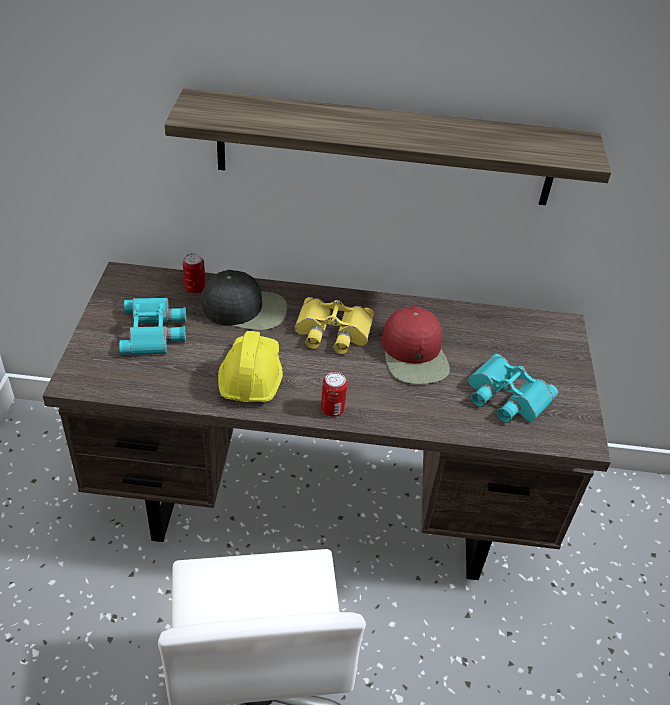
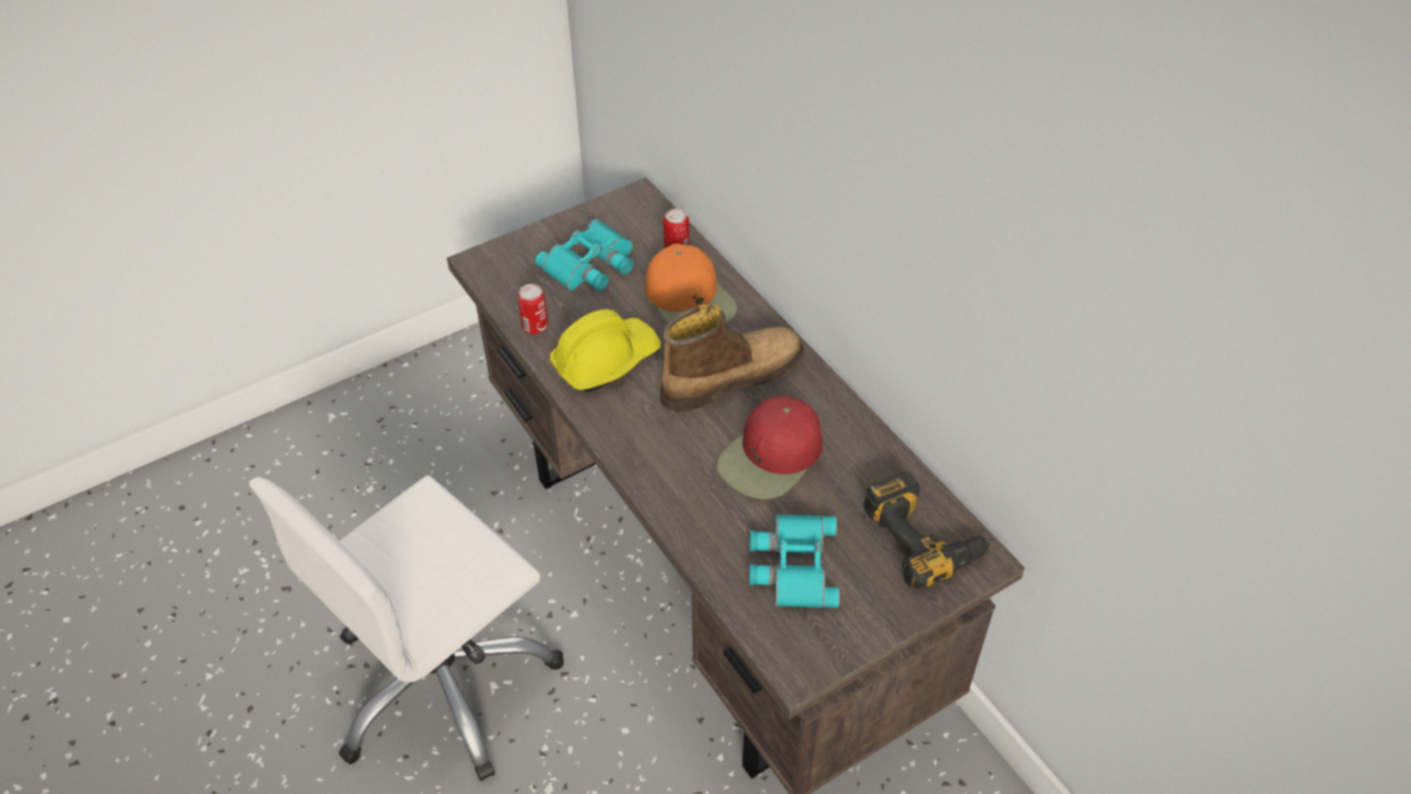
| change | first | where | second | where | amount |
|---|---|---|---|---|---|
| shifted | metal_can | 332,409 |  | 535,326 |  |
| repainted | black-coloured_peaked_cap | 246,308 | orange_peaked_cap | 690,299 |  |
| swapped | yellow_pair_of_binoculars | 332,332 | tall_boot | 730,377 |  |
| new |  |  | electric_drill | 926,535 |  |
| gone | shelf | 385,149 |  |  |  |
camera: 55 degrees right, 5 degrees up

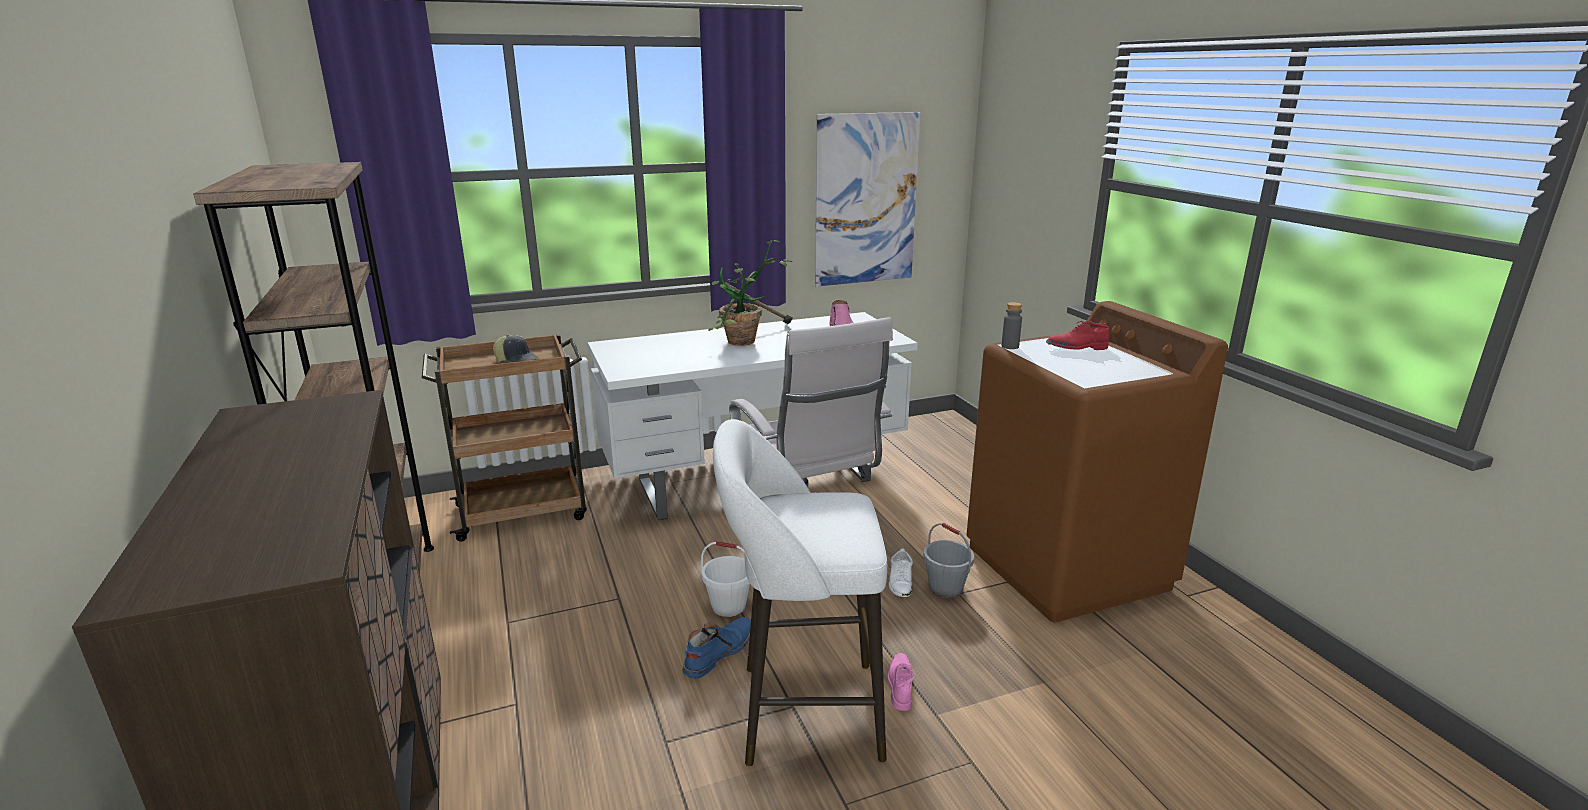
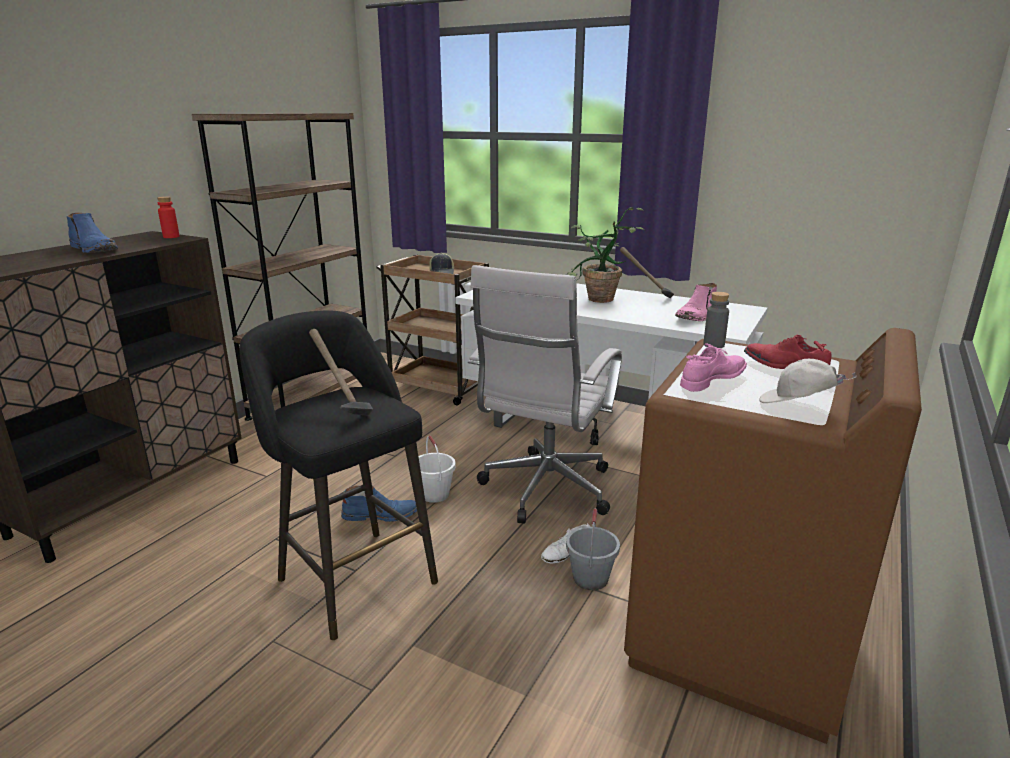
| change | first | where | second | where | amount |
|---|---|---|---|---|---|
| new |  |  | bluish_tall_boot | 95,250 |  |
| new |  |  | red_bottle | 171,237 |  |
| repainted | white_stool | 800,711 | black-coloured_stool | 352,576 |  |
| new |  |  | hammer | 339,405 |  |
| shifted | pinkish_shoe | 900,686 |  | 712,380 |  |
| new |  |  | white_peaked_cap | 797,405 |  |
| gone | picture | 866,200 |  |  |  |
camera: 50 degrees right, 0 degrees up

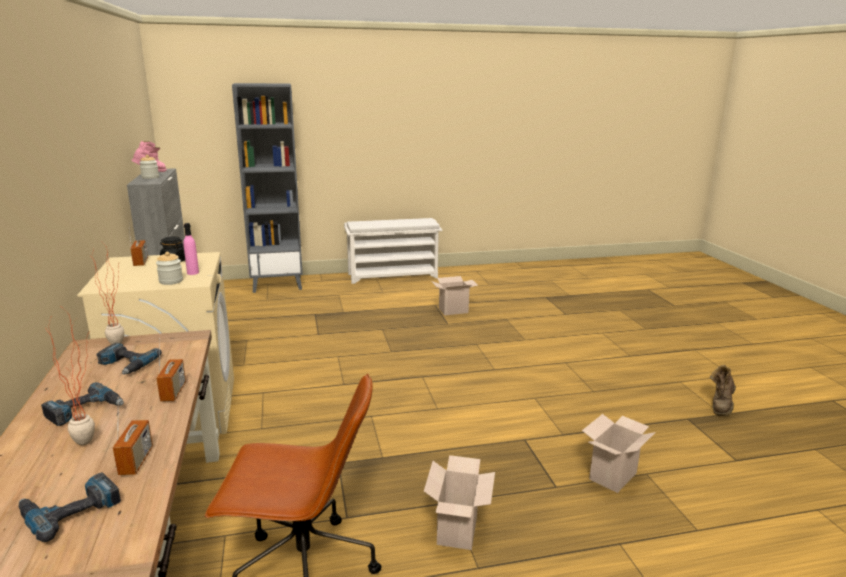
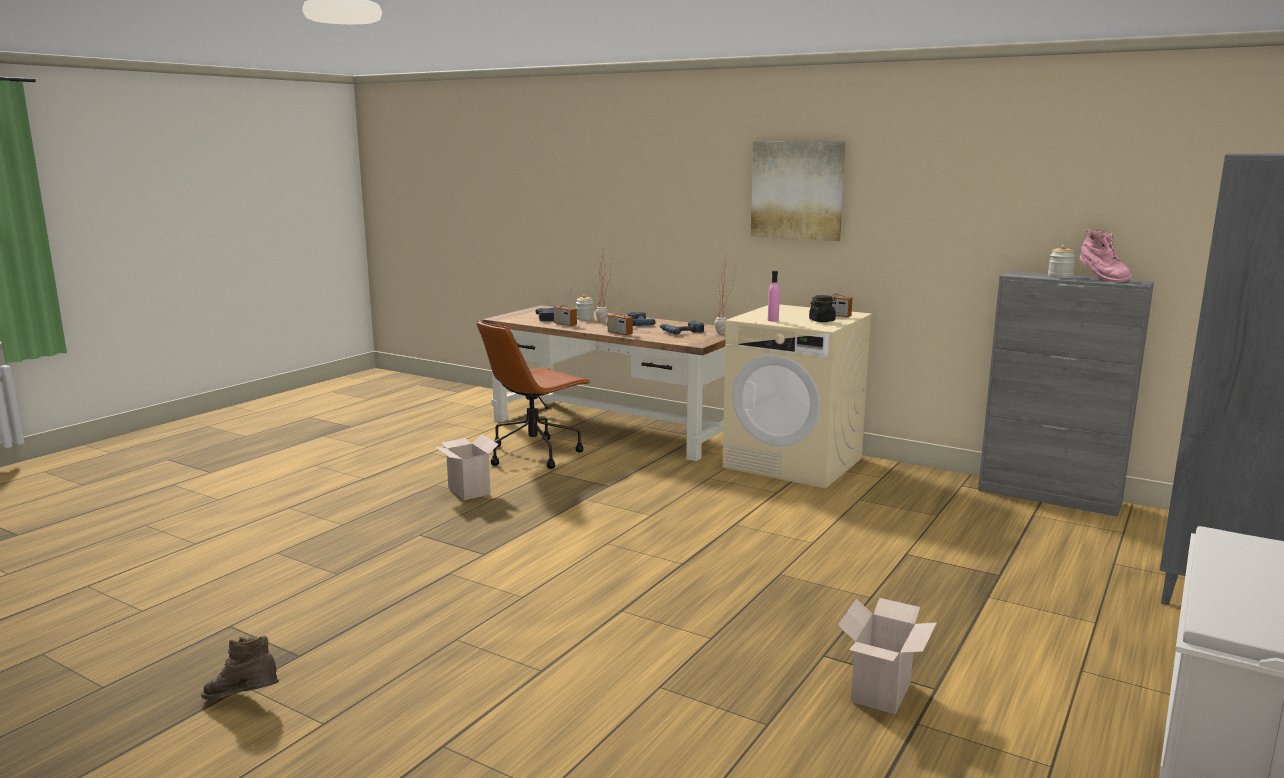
| change | first | where | second | where | amount |
|---|---|---|---|---|---|
| rotated | brown-coloured_tall_boot | 721,406 |  | 244,701 | 60 degrees counterclockwise |
| shifted | storage_jar | 171,281 |  | 584,318 |  |
| new |  |  | picture | 797,190 |  |
| gone | carton | 612,475 |  |  |  |
camera: 135 degrees right, 5 degrees down

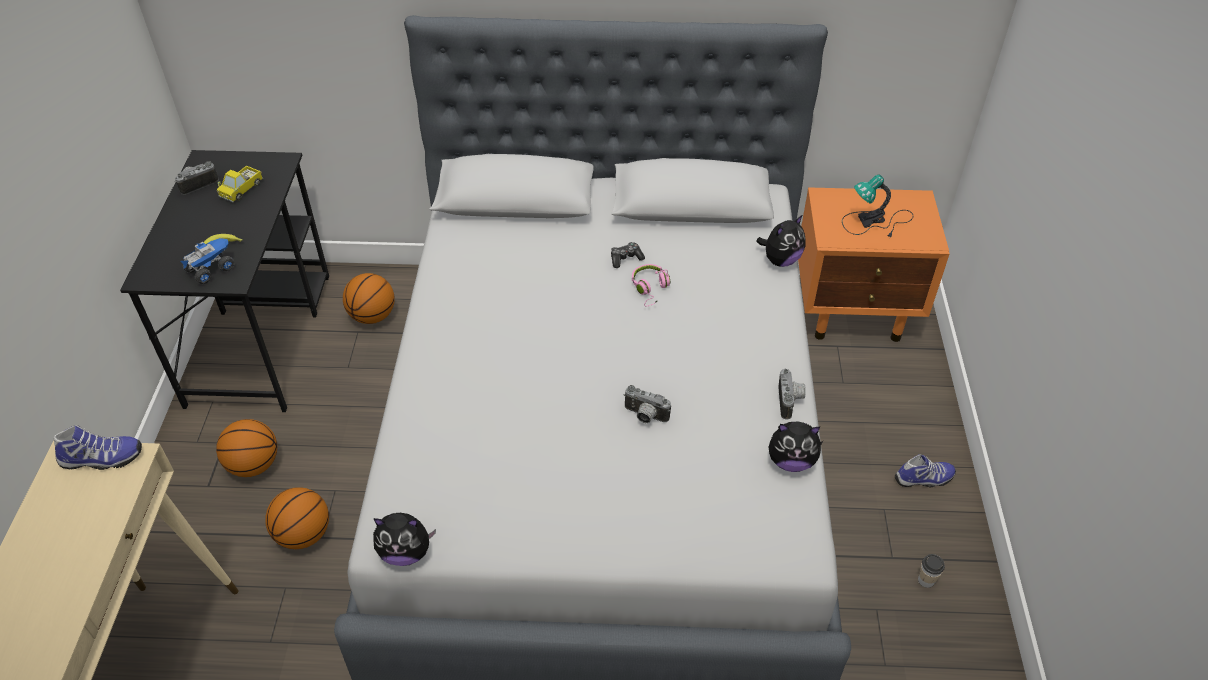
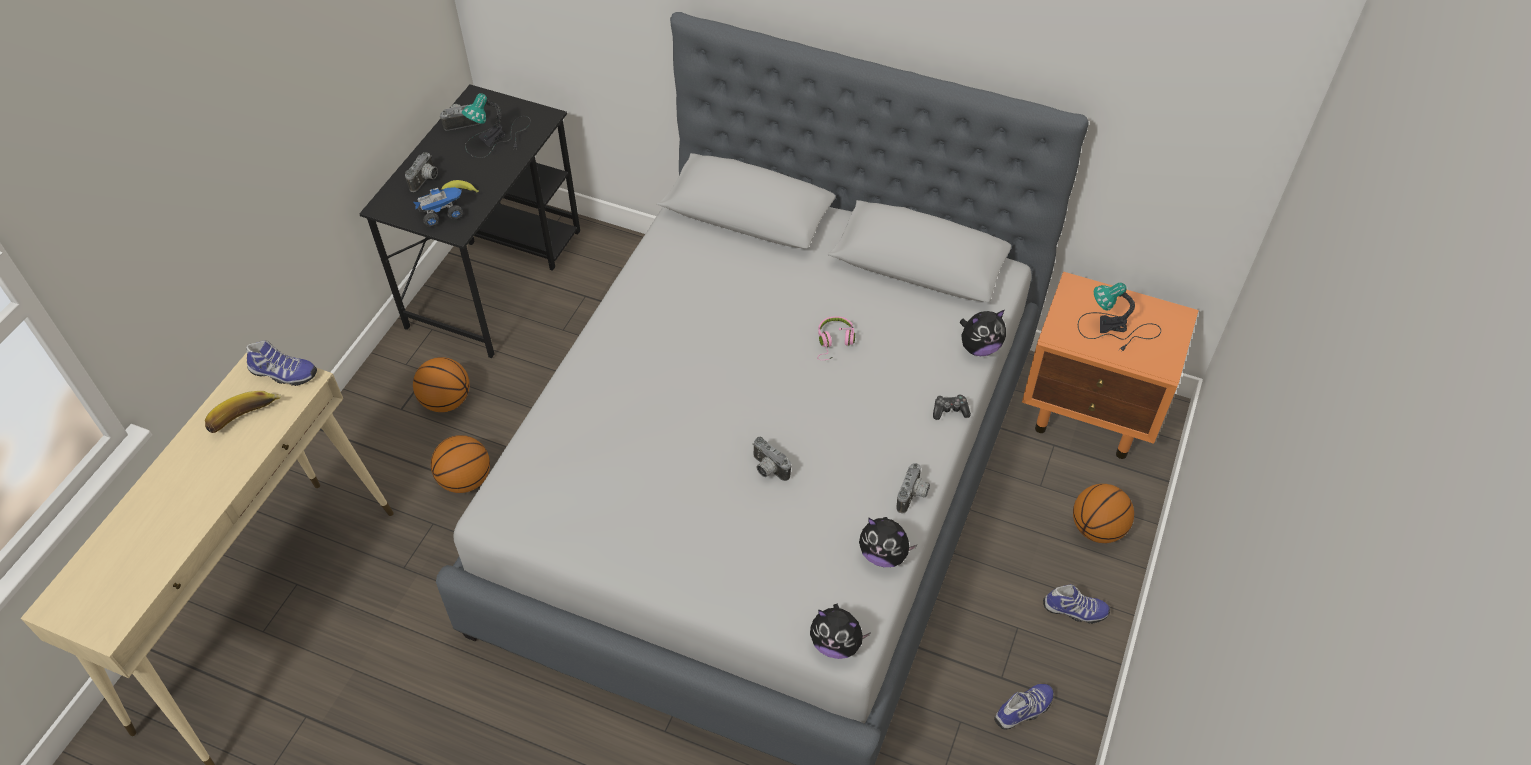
| change | first | where | second | where | amount |
|---|---|---|---|---|---|
| new |  |  | whole_banana | 246,419 |  |
| new |  |  | still_camera | 426,180 |  |
| swapped | model_truck | 242,190 | table_lamp | 498,138 |  |
| shifted | plush_toy | 406,552 |  | 836,643 |  |
| shifted | joypad | 625,258 |  | 950,410 |  |
| swapped | drinking_cup | 926,580 | shoe | 1024,710 |  |
| shifted | basketball | 372,316 |  | 1096,528 |  |
camera: 20 degrees right, 5 degrees up

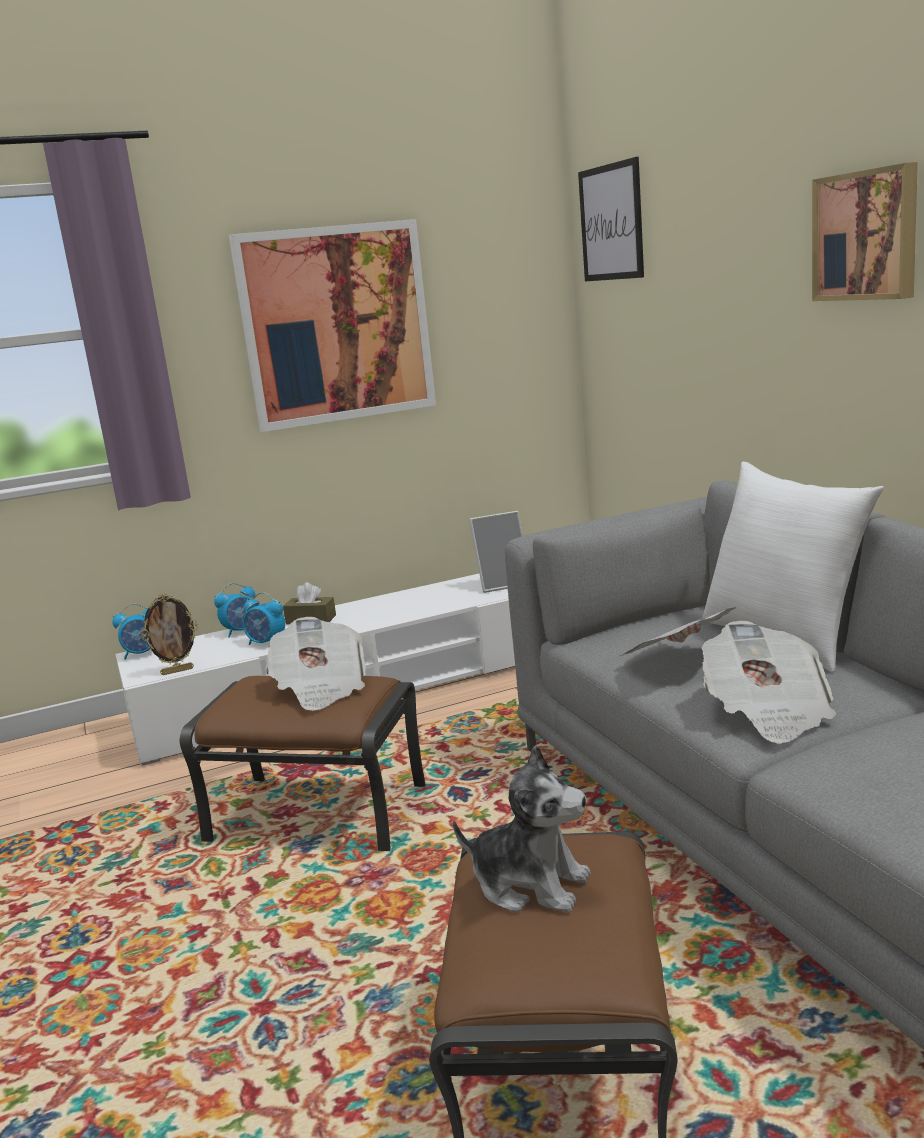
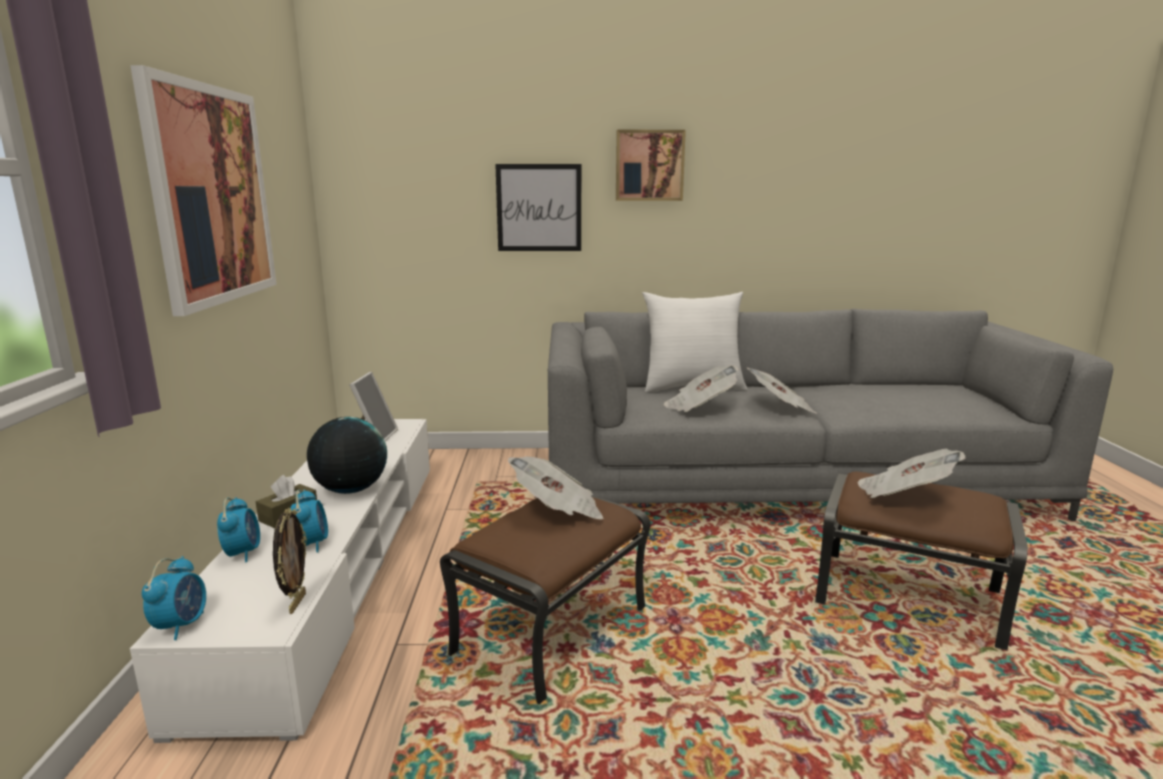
| change | first | where | second | where | amount |
|---|---|---|---|---|---|
| rotated | bedside_clock | 267,643 |  | 312,544 | 60 degrees counterclockwise |
| new |  |  | desk_globe | 350,490 |  |
| shifted | picture | 611,222 |  | 539,208 |  |
| swapped | plush_toy | 530,884 | newspaper | 904,495 |  |
camera: 70 degrees left, 0 degrees up

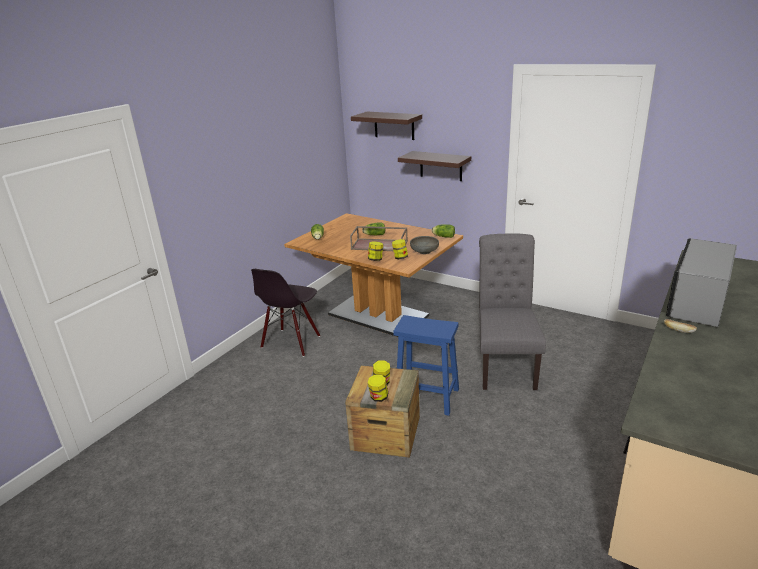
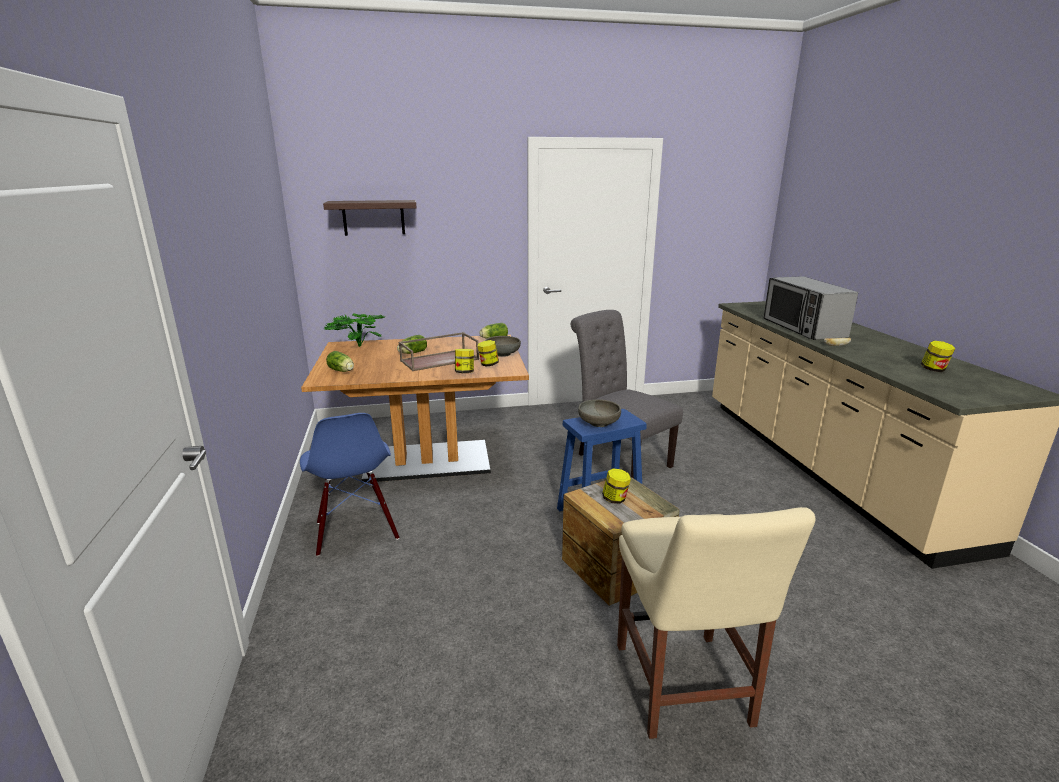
| change | first | where | second | where | amount |
|---|---|---|---|---|---|
| repainted | black-coloured_upright_chair | 291,342 | bluish_upright_chair | 355,531 |  |
| new |  |  | potted_plant | 357,347 |  |
| new |  |  | gray_bowl | 599,423 |  |
| new |  |  | beige_upright_chair | 683,689 |  |
| shifted | storage_jar | 378,397 |  | 934,369 |  |
| gone | shelf | 441,166 |  |  |  |
camera: 45 degrees left, 5 degrees down

